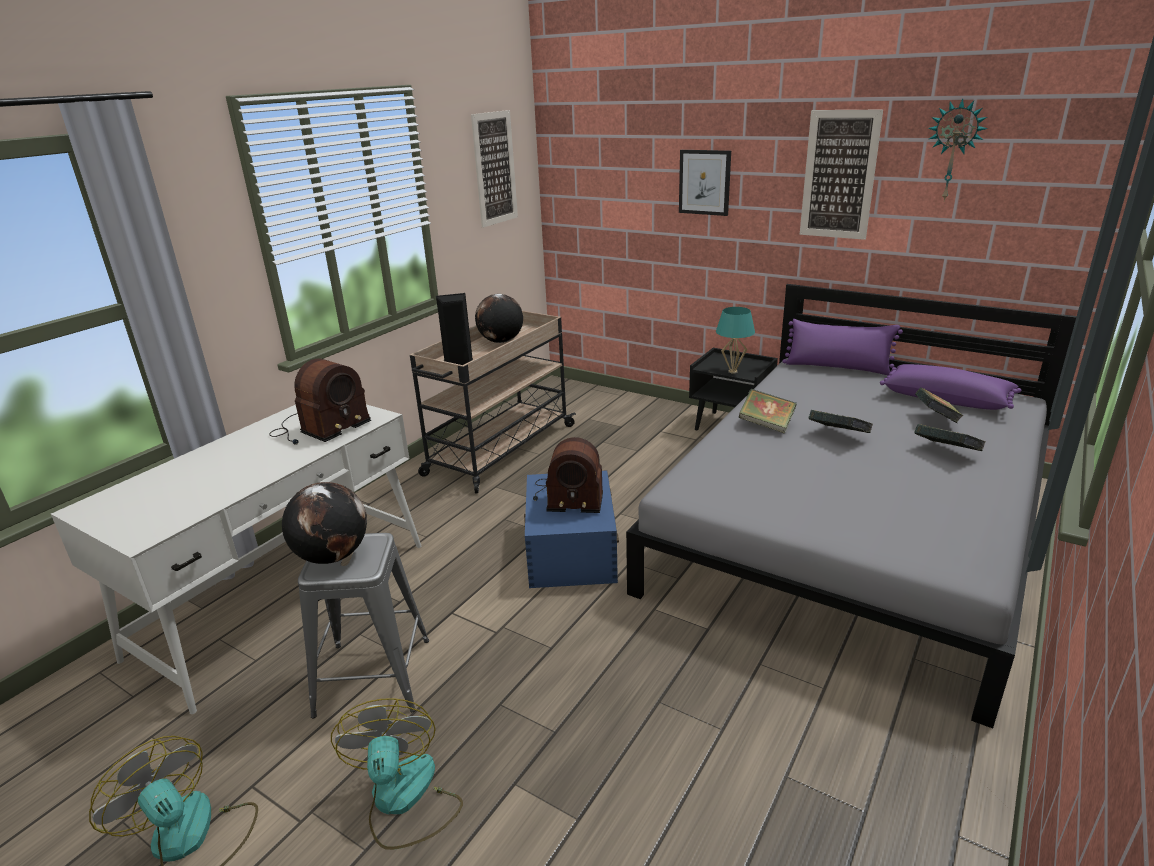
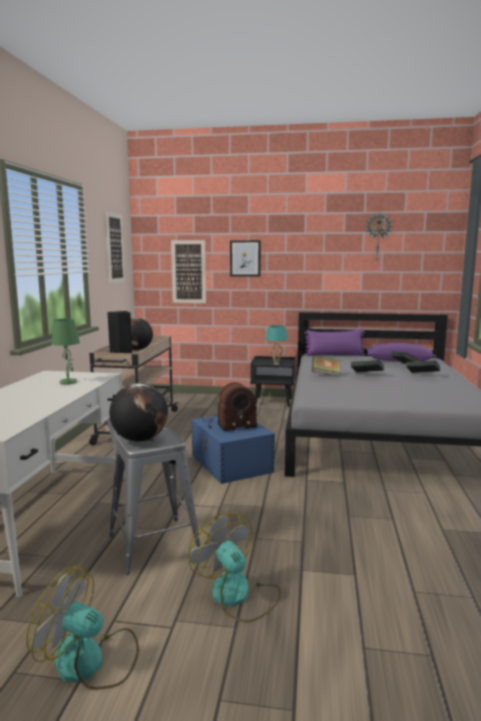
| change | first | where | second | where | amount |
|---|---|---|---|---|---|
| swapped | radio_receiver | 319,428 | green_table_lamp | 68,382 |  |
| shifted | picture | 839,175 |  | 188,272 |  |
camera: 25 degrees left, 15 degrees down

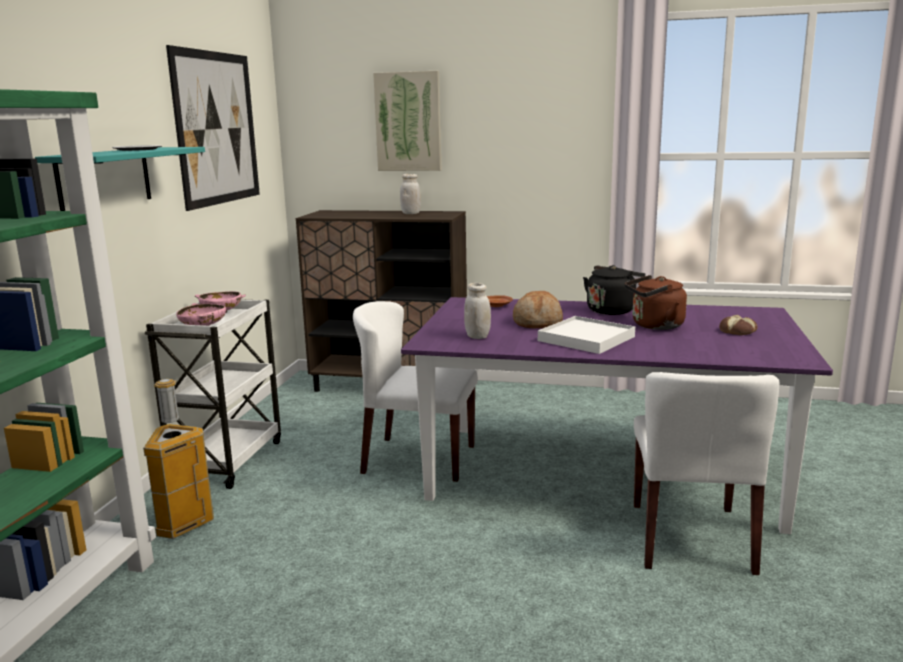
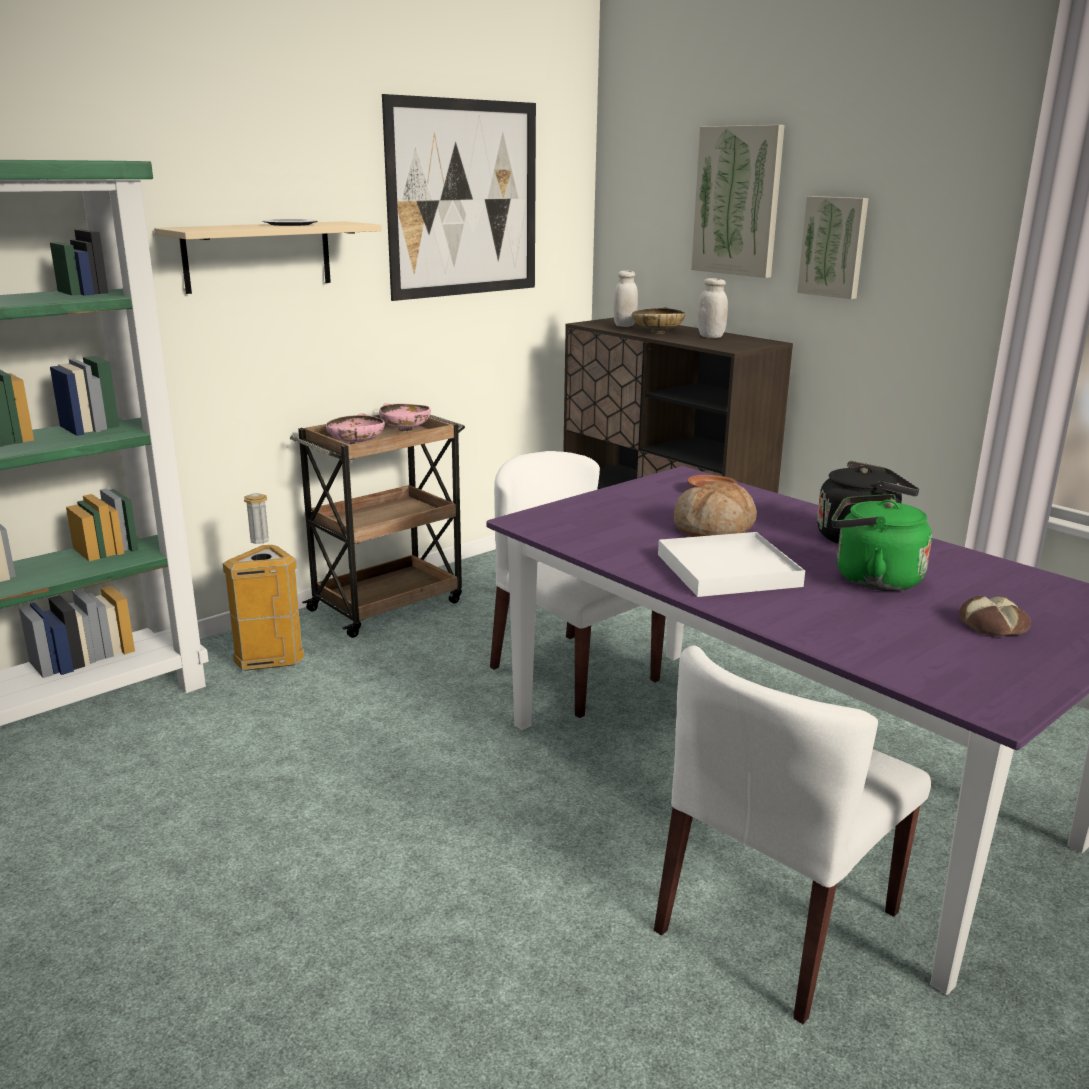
| change | first | where | second | where | amount |
|---|---|---|---|---|---|
| repainted | turquoise_shelf | 105,179 | beige_shelf | 258,256 |  |
| repainted | white_trolley | 227,460 | brown-coloured_trolley | 388,605 |  |
| shifted | white_storage_jar | 477,336 |  | 624,325 |  |
| new |  |  | beige_bowl | 657,332 |  |
| new |  |  | picture | 834,247 |  |
| repainted | brown-coloured_tea_kettle | 654,326 | green_tea_kettle | 871,579 |  |
camera: 35 degrees right, 5 degrees up

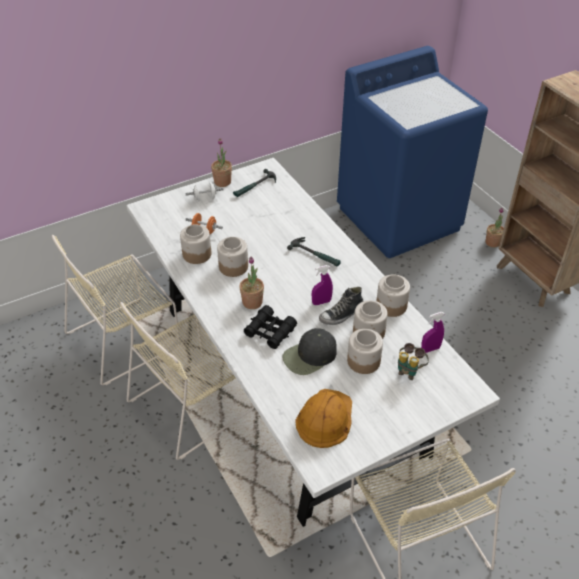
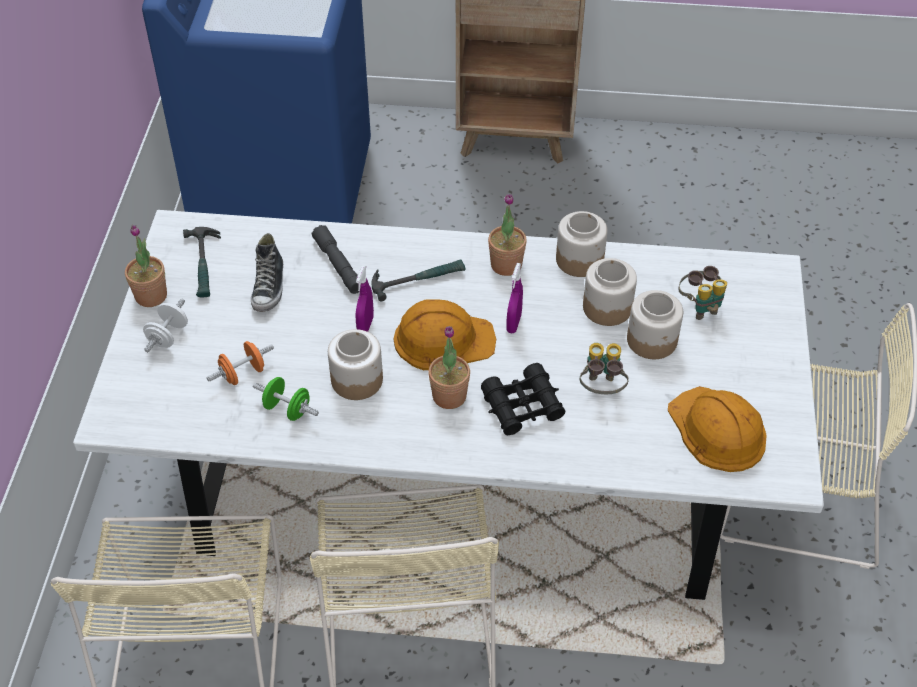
| change | first | where | second | where | amount |
|---|---|---|---|---|---|
| shifted | shoe | 341,315 |  | 269,287 |  |
| swapped | storage_jar | 196,254 | green_hand_weight | 287,409 |  |
| new |  |  | gray_hand_torch | 338,265 |  |
| shifted | purple_sprayer | 430,349 |  | 365,326 |  |
| new |  |  | orange_hard_hat | 443,339 |  |
| shifted | potted_plant | 492,242 |  | 506,265 |  |
| swapped | black-coloured_peaked_cap | 310,356 | pair_of_binoculars | 601,388 |  |
camera: 55 degrees left, 5 degrees up

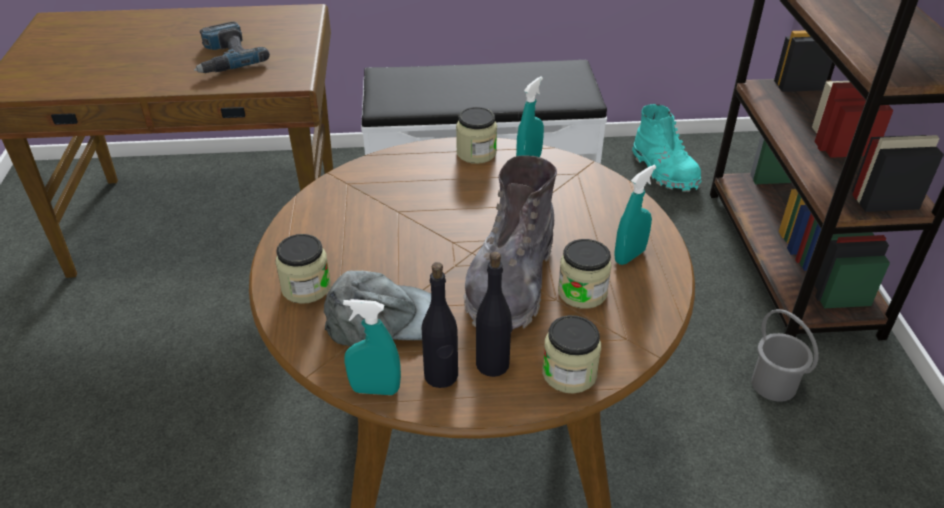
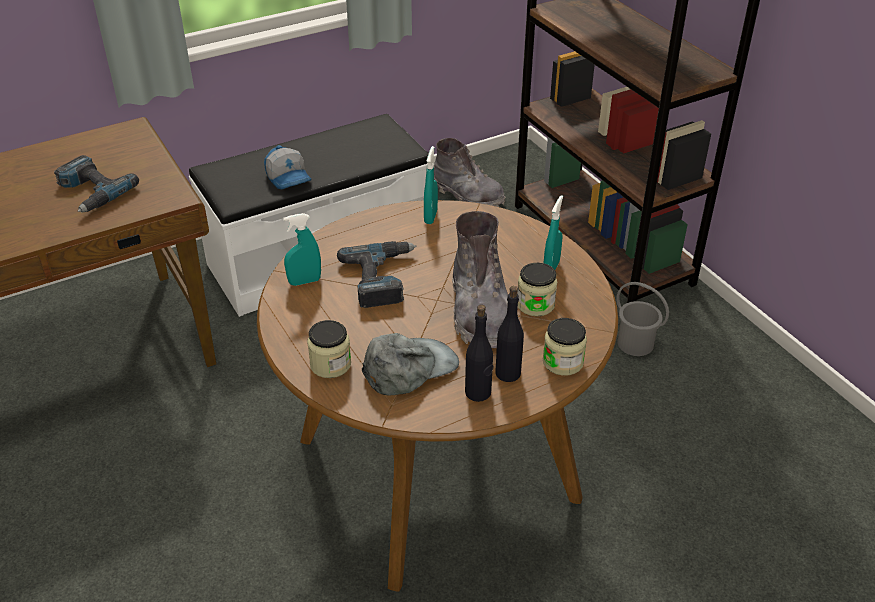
| change | first | where | second | where | amount |
|---|---|---|---|---|---|
| new |  |  | peaked_cap | 289,177 |  |
| shifted | turquoise_sprayer | 375,389 |  | 304,281 |  |
| new |  |  | electric_drill | 382,278 |  |
| repainted | turquoise_tall_boot | 664,171 | gray_tall_boot | 468,195 |  |
| gone | storage_jar | 476,153 |  |  |  |
camera: 25 degrees left, 0 degrees up

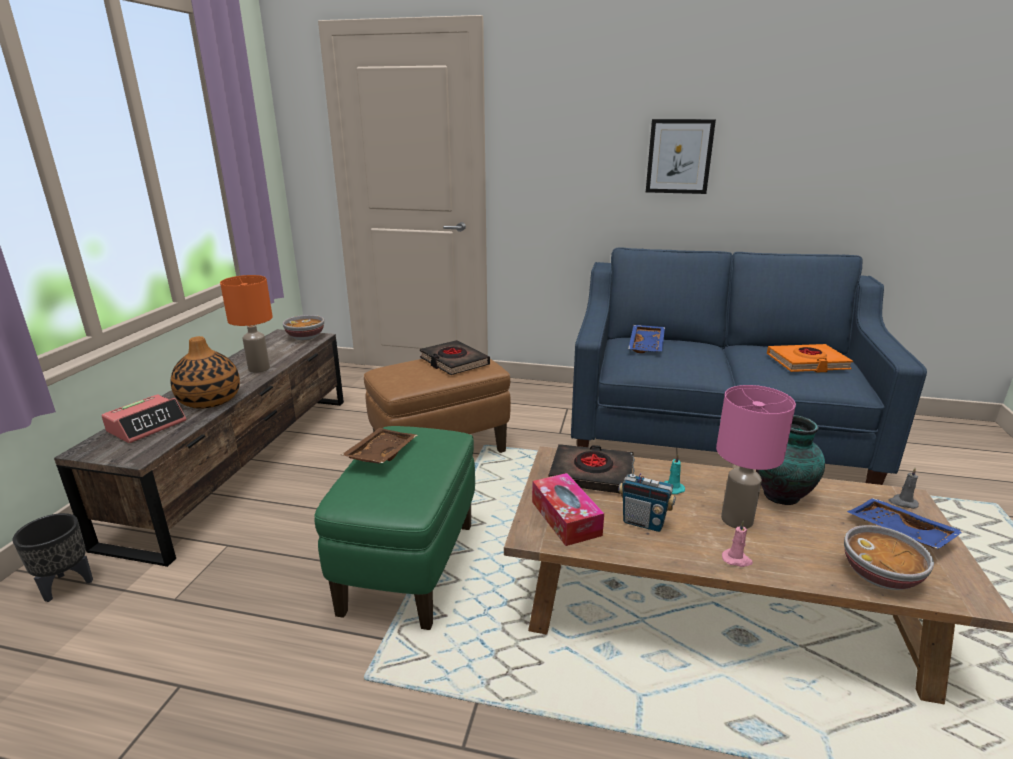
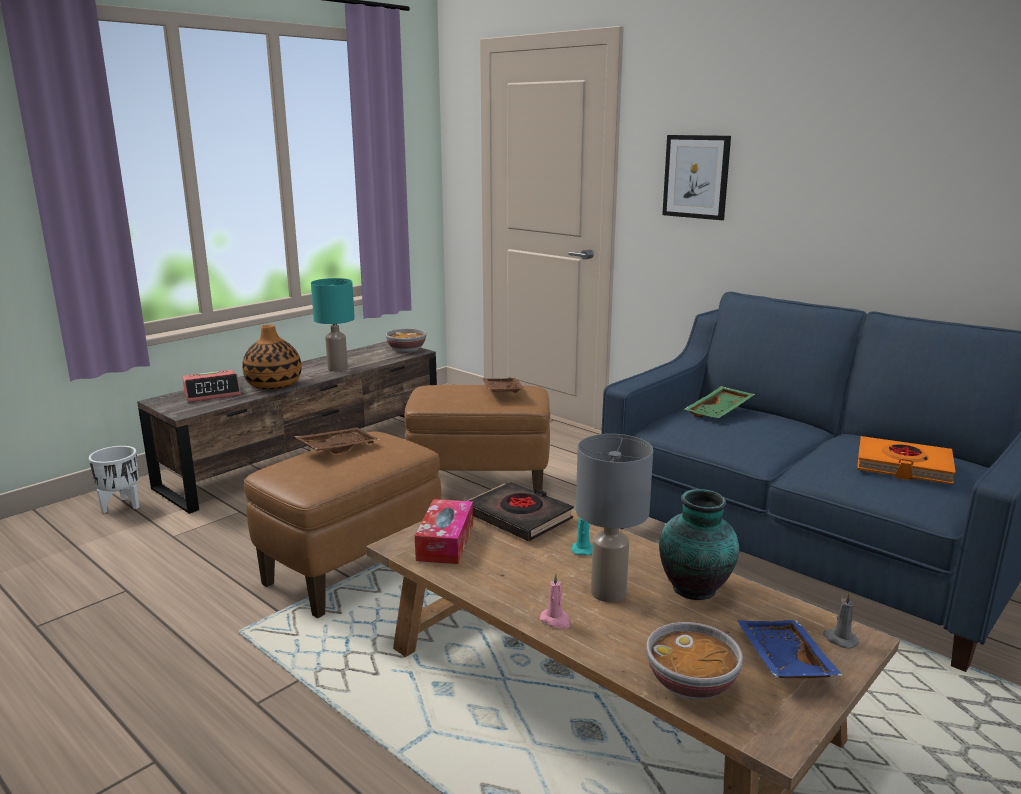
| change | first | where | second | where | amount |
|---|---|---|---|---|---|
| repainted | black-coloured_planter | 66,585 | white_planter | 121,506 |  |
| repainted | green_ottoman | 410,567 | brown-coloured_ottoman | 353,569 |  |
| repainted | orange_table_lamp | 259,368 | turquoise_table_lamp | 338,368 |  |
| swapped | black-coloured_book | 454,362 | brown-coloured_serving_tray | 501,392 |  |
| repainted | pinkish_table_lamp | 738,520 | gray_table_lamp | 609,593 |  |
| shifted | picture | 679,156 |  | 696,177 |  |
| repainted | bluish_serving_tray | 647,345 | green_serving_tray | 720,411 |  |
| gone | radio_receiver | 643,522 |  |  |  |
camera: 30 degrees right, 5 degrees down

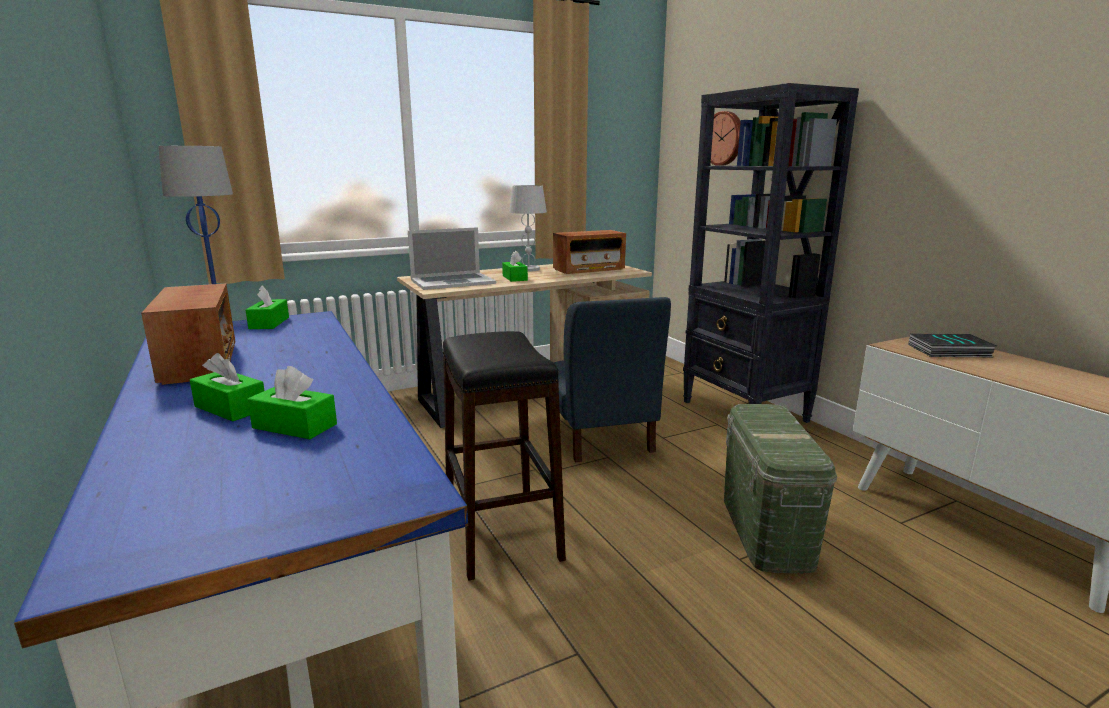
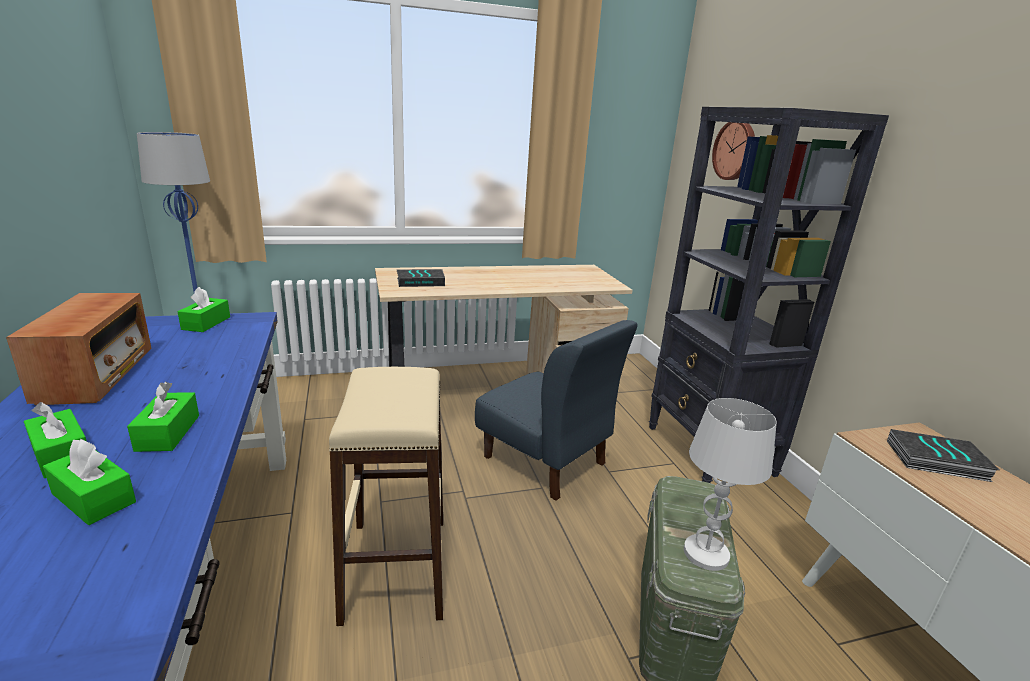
| change | first | where | second | where | amount |
|---|---|---|---|---|---|
| shifted | green_box_of_tissues | 514,278 |  | 168,433 |  |
| repainted | black-coloured_stool | 502,532 | beige_stool | 396,568 |  |
| swapped | laptop | 452,282 | book | 421,281 |  |
| rotated | bluish_upright_chair | 601,437 |  | 545,460 | 45 degrees counterclockwise |
| shifted | white_table_lamp | 528,269 |  | 705,554 |  |
| gone | radio_receiver | 589,269 |  |  |  |
camera: 10 degrees right, 5 degrees up

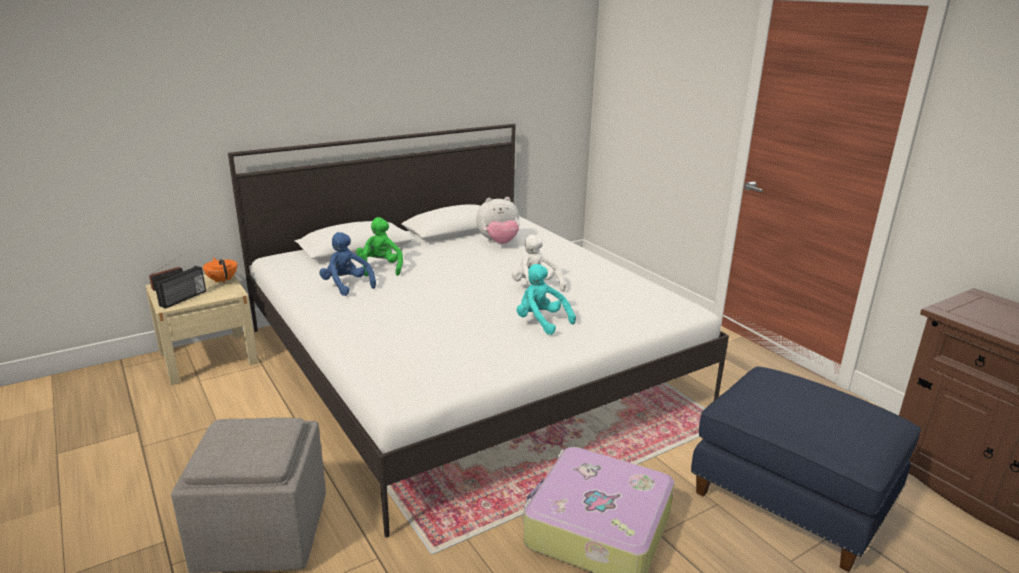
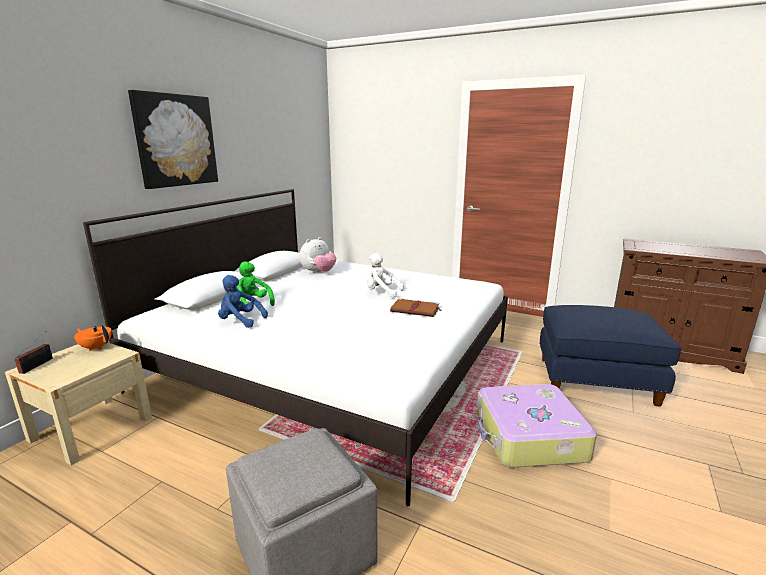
| change | first | where | second | where | amount |
|---|---|---|---|---|---|
| new |  |  | picture | 175,140 |  |
| swapped | turquoise_plush_toy | 541,322 | brown-coloured_book | 416,310 |  |
| gone | radio_receiver | 183,299 |  |  |  |
camera: 30 degrees left, 5 degrees down

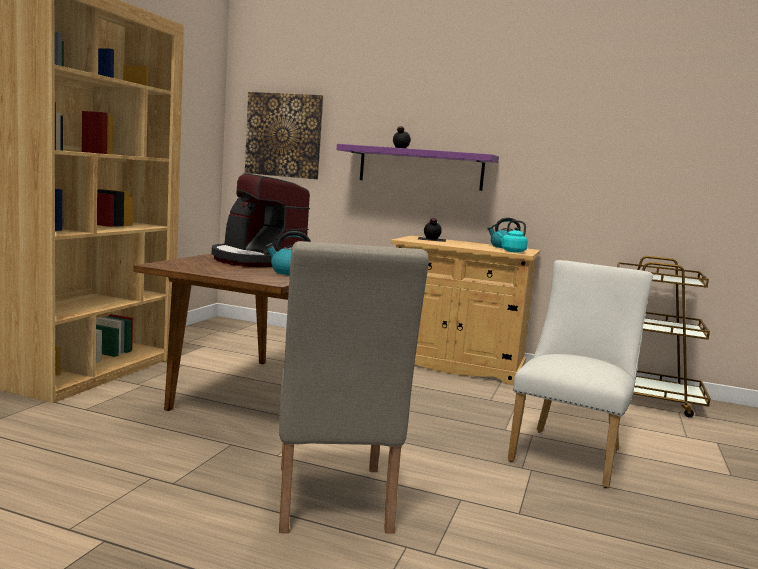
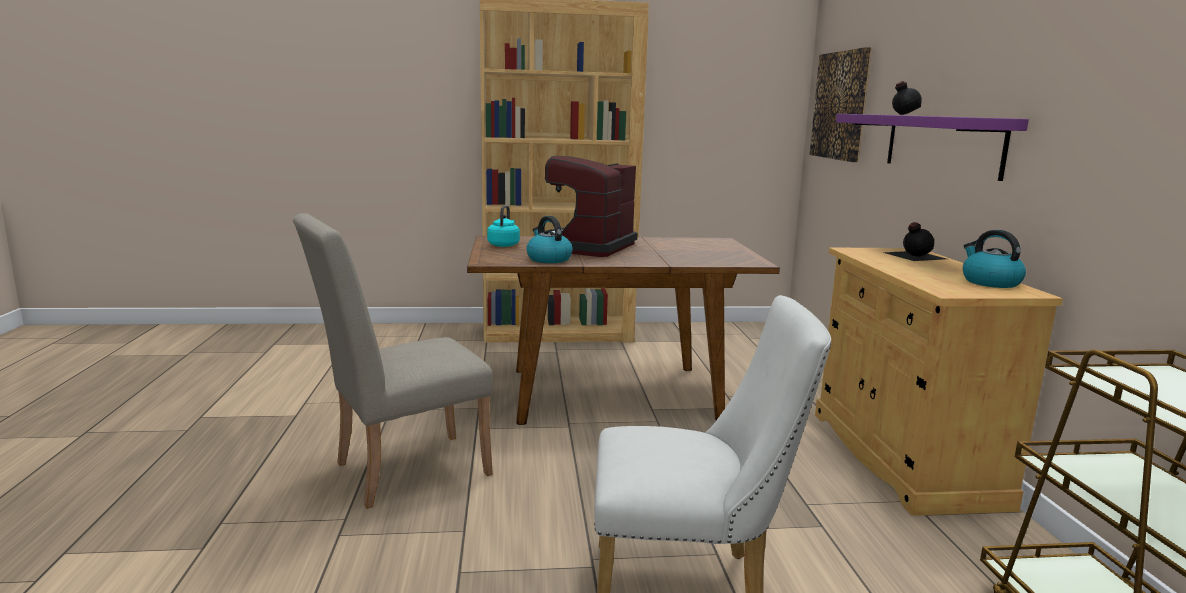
| change | first | where | second | where | amount |
|---|---|---|---|---|---|
| shifted | turquoise_tea_kettle | 512,251 |  | 504,245 |  |
camera: 65 degrees right, 5 degrees up

